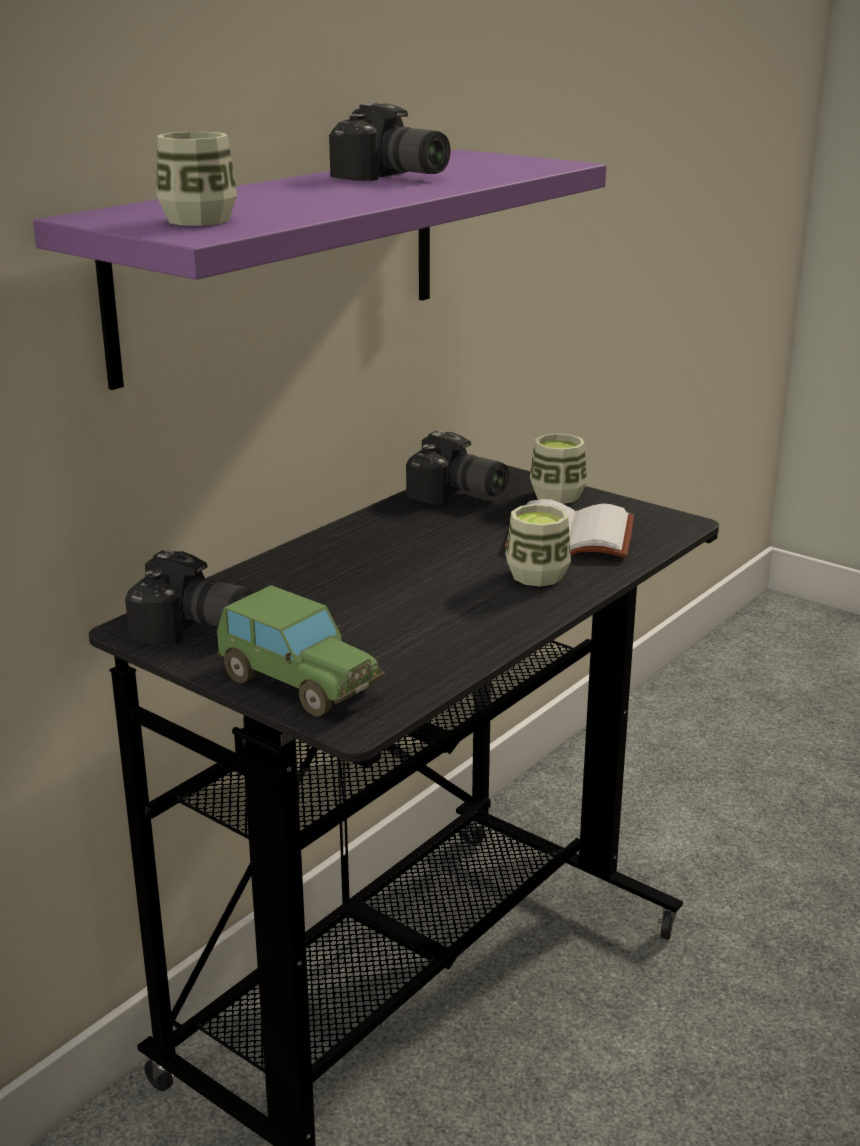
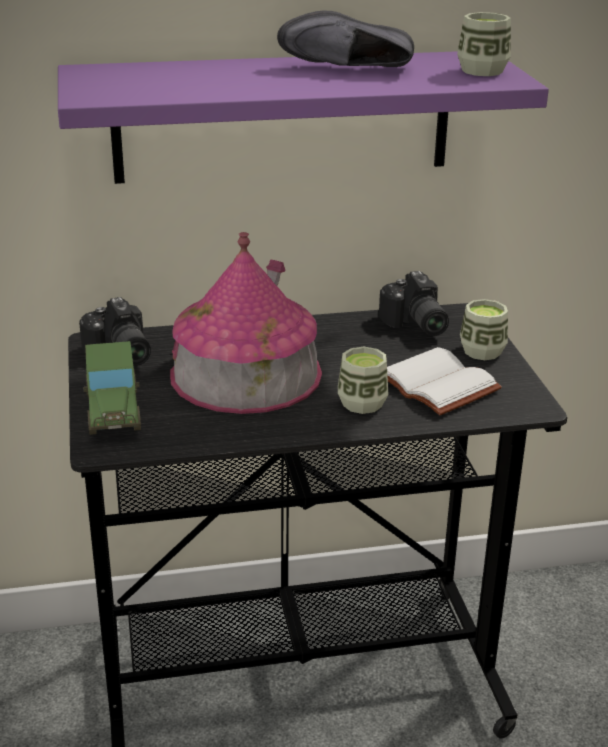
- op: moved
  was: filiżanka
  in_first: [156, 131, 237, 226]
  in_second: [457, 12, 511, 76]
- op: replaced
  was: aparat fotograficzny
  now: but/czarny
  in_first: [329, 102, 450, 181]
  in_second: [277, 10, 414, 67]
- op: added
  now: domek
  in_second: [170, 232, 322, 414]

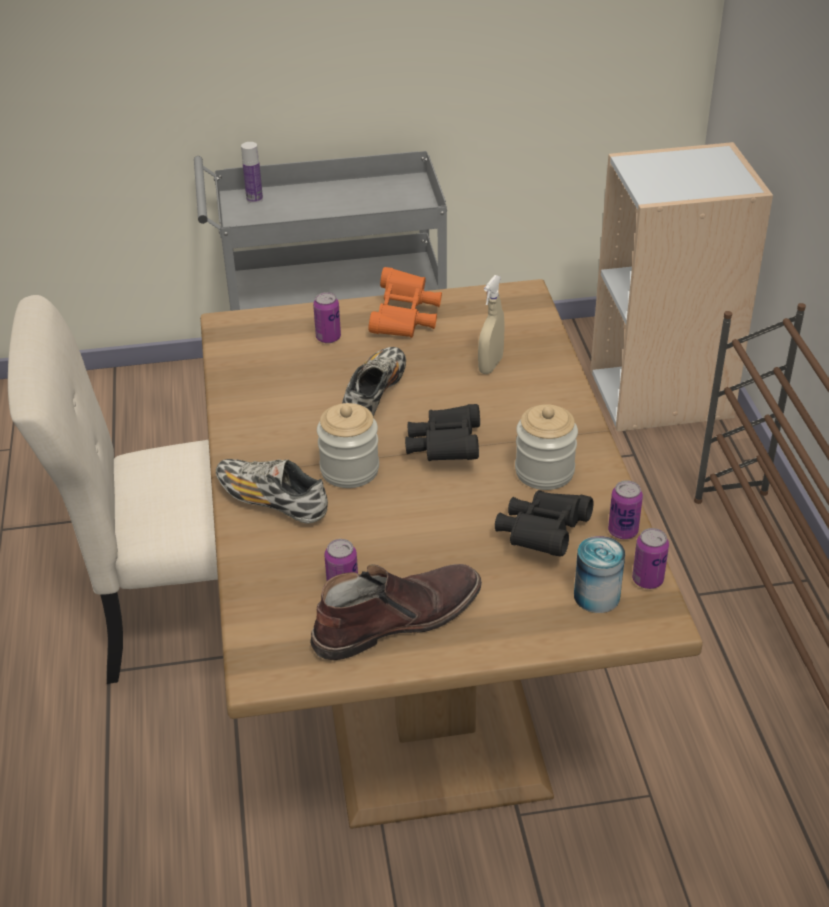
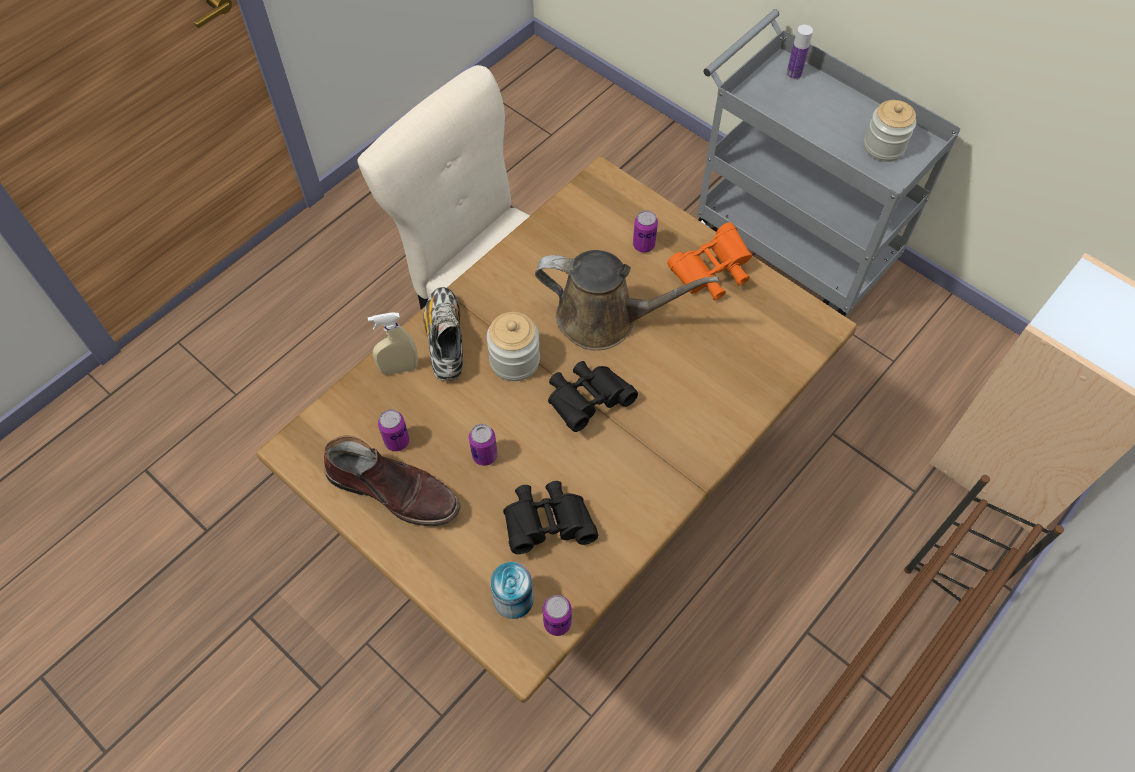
- op: replaced
  was: but
  now: konewka/brązowy
  in_first: [342, 347, 406, 417]
  in_second: [535, 250, 719, 351]
- op: moved
  was: spryskiwacz/beżowy
  in_first: [478, 275, 505, 374]
  in_second: [368, 312, 418, 375]
- op: moved
  was: słoik
  in_first: [515, 404, 578, 490]
  in_second: [864, 100, 916, 162]
- op: moved
  was: puszka
  in_first: [608, 480, 643, 539]
  in_second: [469, 424, 498, 466]

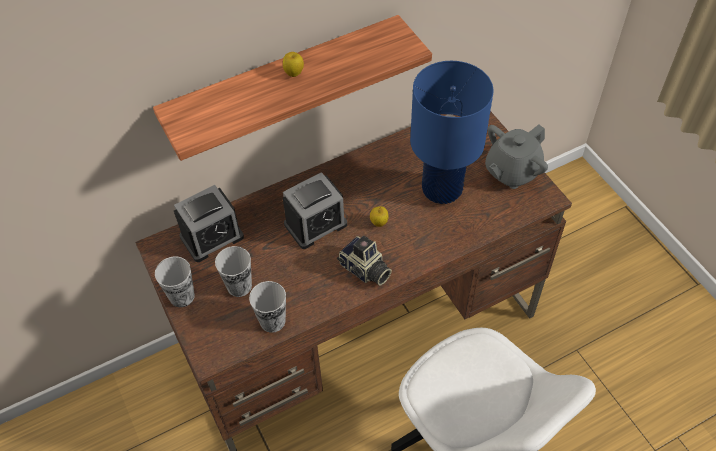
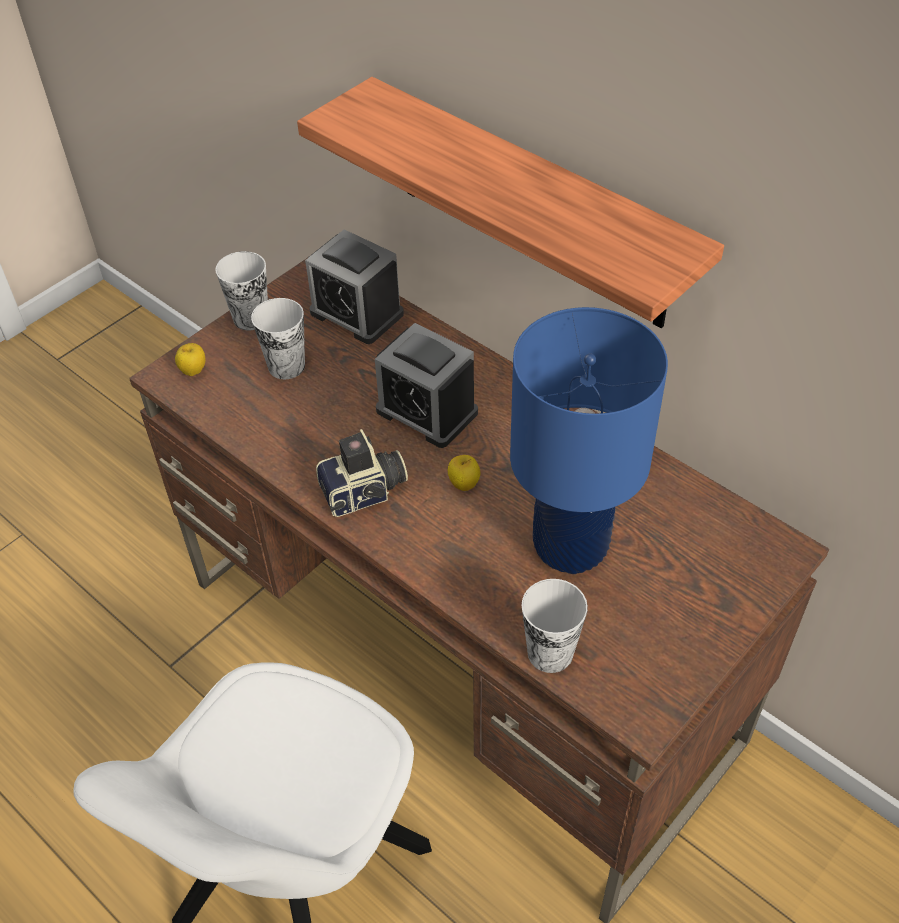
- op: moved
  was: filiżanka
  in_first: [249, 281, 286, 333]
  in_second: [522, 579, 588, 673]
- op: moved
  was: jabłko
  in_first: [283, 52, 304, 77]
  in_second: [175, 343, 205, 376]
- op: turned
  was: aparat fotograficzny
  in_first: [337, 235, 392, 286]
  in_second: [316, 429, 408, 517]
  clockwise: -135
- op: removed
  was: imbryk/szary
  in_first: [485, 124, 548, 189]

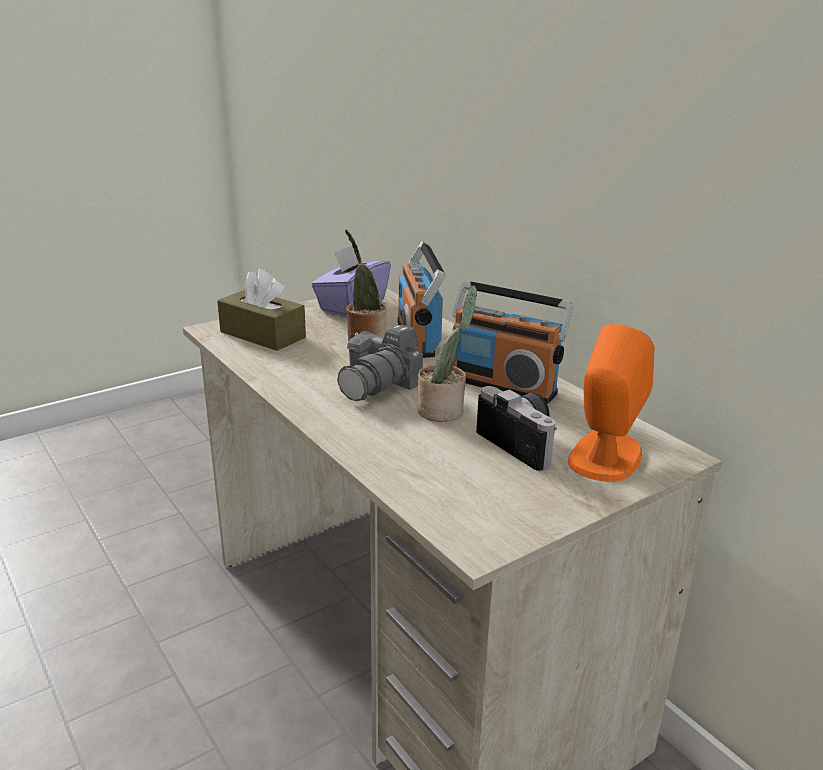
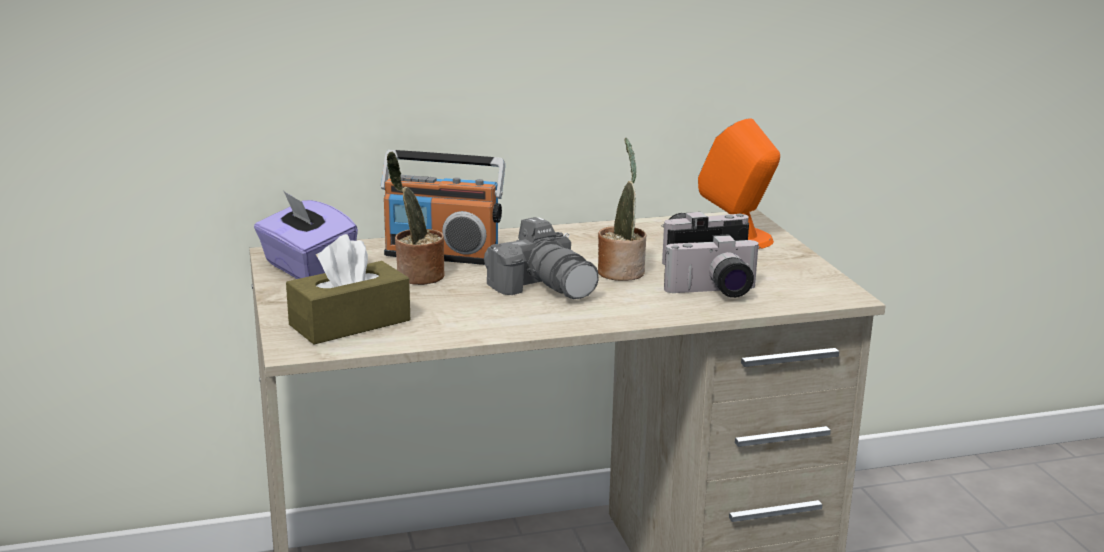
- op: removed
  was: radio
  in_first: [452, 280, 573, 404]
- op: added
  now: aparat fotograficzny
  in_second: [664, 234, 761, 298]

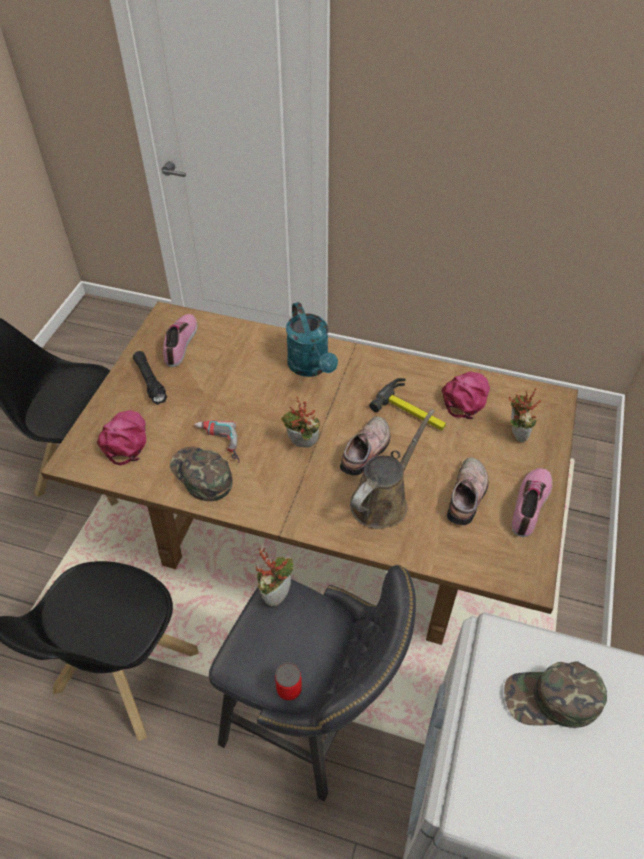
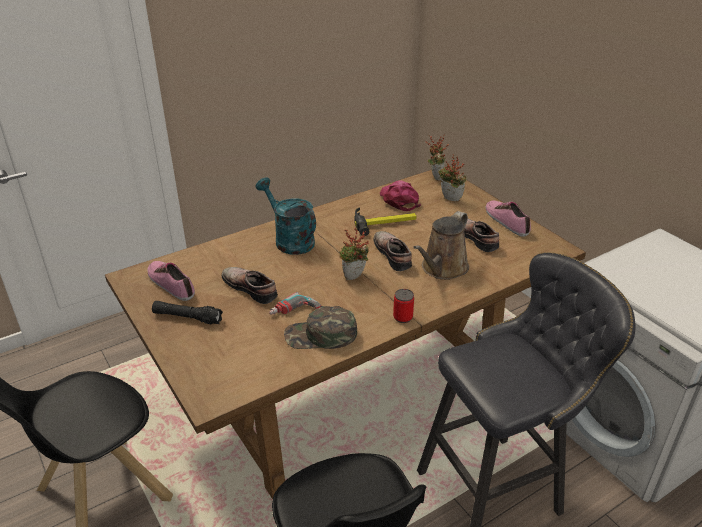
- op: removed
  was: czapka z daszkiem/różowy
  in_first: [97, 410, 146, 465]
- op: moved
  was: roślina doniczkowa
  in_first: [256, 548, 293, 606]
  in_second: [425, 135, 449, 181]
- op: moved
  was: puszka
  in_first: [275, 662, 302, 700]
  in_second: [393, 289, 414, 323]
- op: turned
  was: konewka/turkusowy
  in_first: [286, 302, 338, 377]
  in_second: [256, 177, 316, 255]
  clockwise: -150
- op: turned
  was: konewka/brązowy
  in_first: [350, 409, 435, 529]
  in_second: [413, 211, 469, 280]
  clockwise: -135
- op: removed
  was: czapka z daszkiem/zielony
  in_first: [504, 661, 607, 728]
- op: added
  now: but
  in_second: [222, 267, 278, 304]

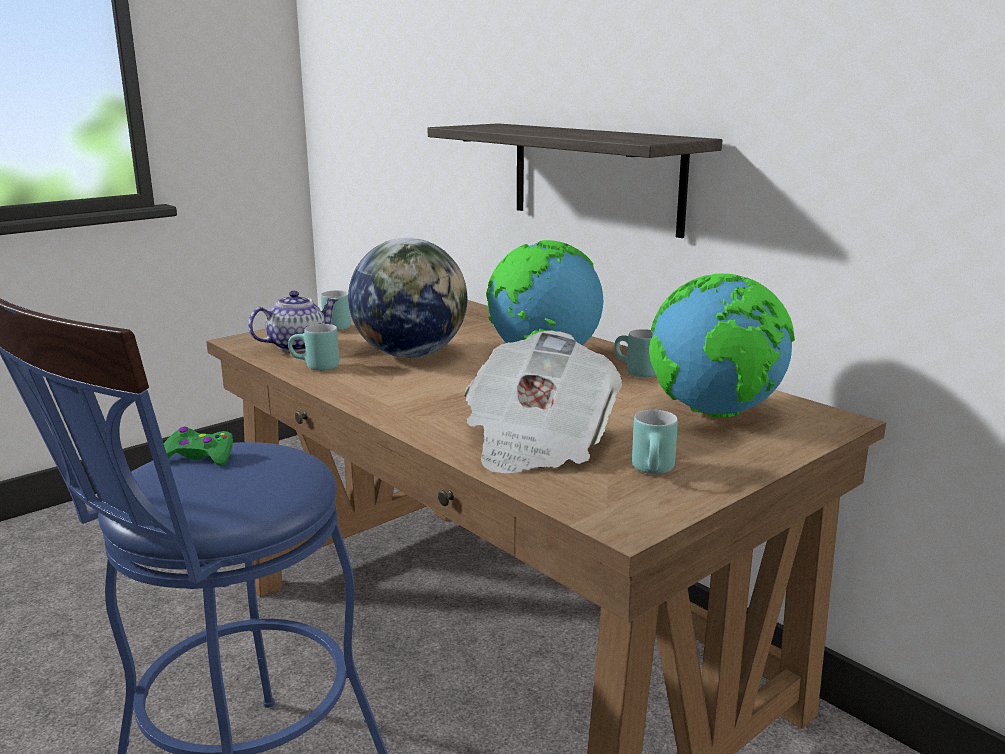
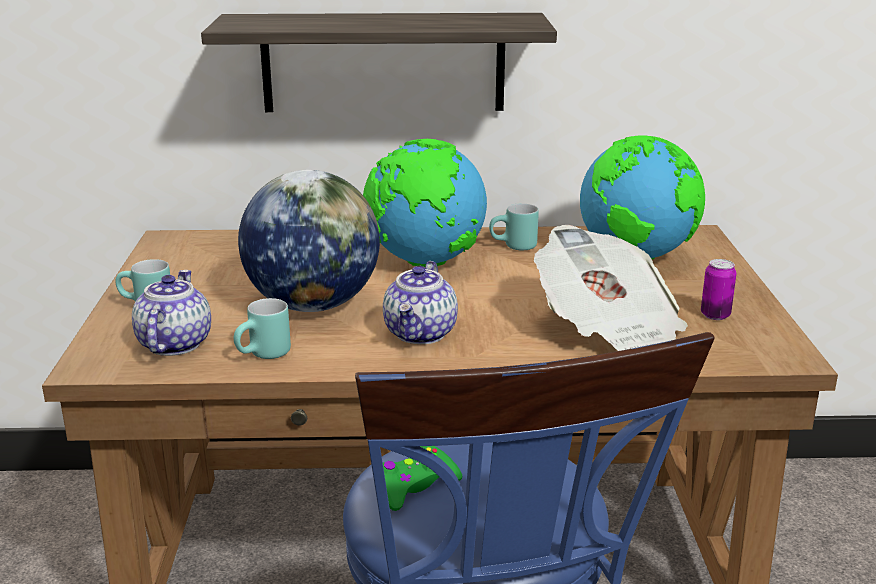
- op: replaced
  was: kubek/turkusowy
  now: puszka
  in_first: [632, 410, 678, 474]
  in_second: [701, 259, 737, 320]
- op: added
  now: imbryk
  in_second: [383, 261, 458, 344]

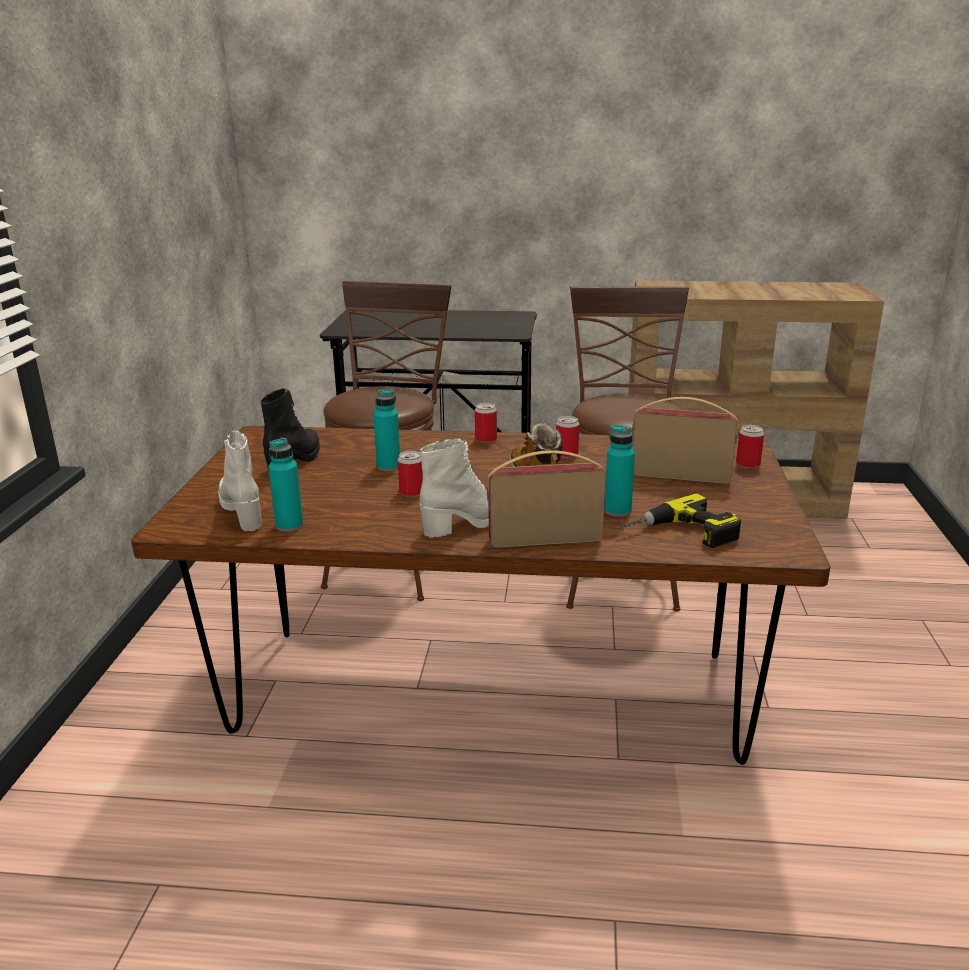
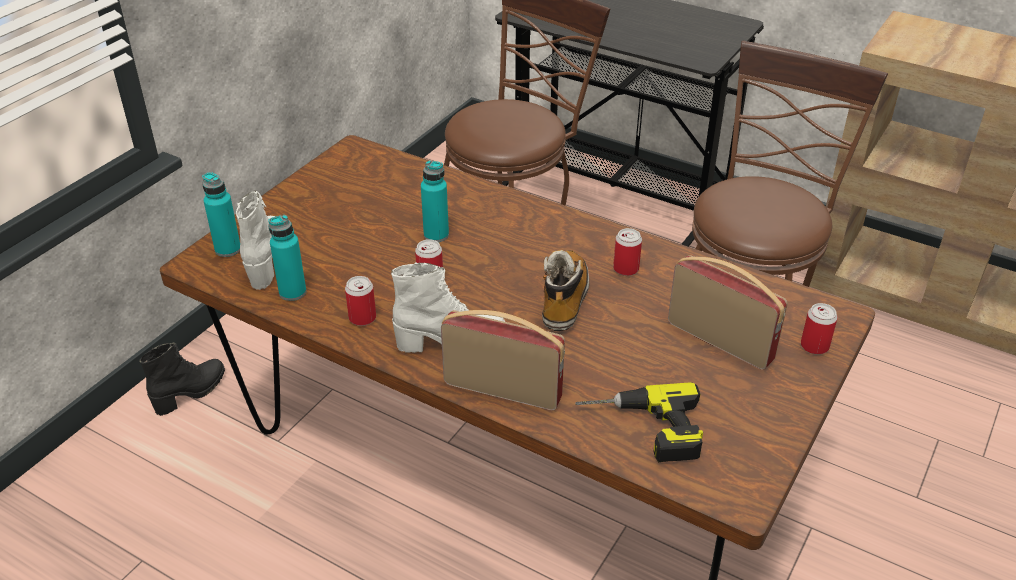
- op: moved
  was: but z cholewką/czarny
  in_first: [261, 388, 320, 470]
  in_second: [139, 342, 225, 416]
- op: moved
  was: puszka
  in_first: [475, 403, 497, 443]
  in_second: [345, 276, 376, 326]
- op: moved
  was: butelka/turkusowy
  in_first: [604, 425, 635, 517]
  in_second: [202, 172, 240, 257]

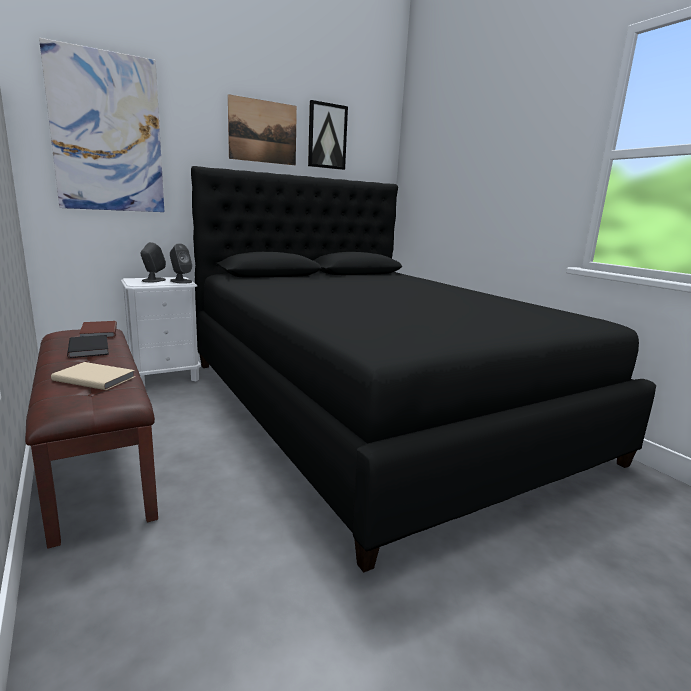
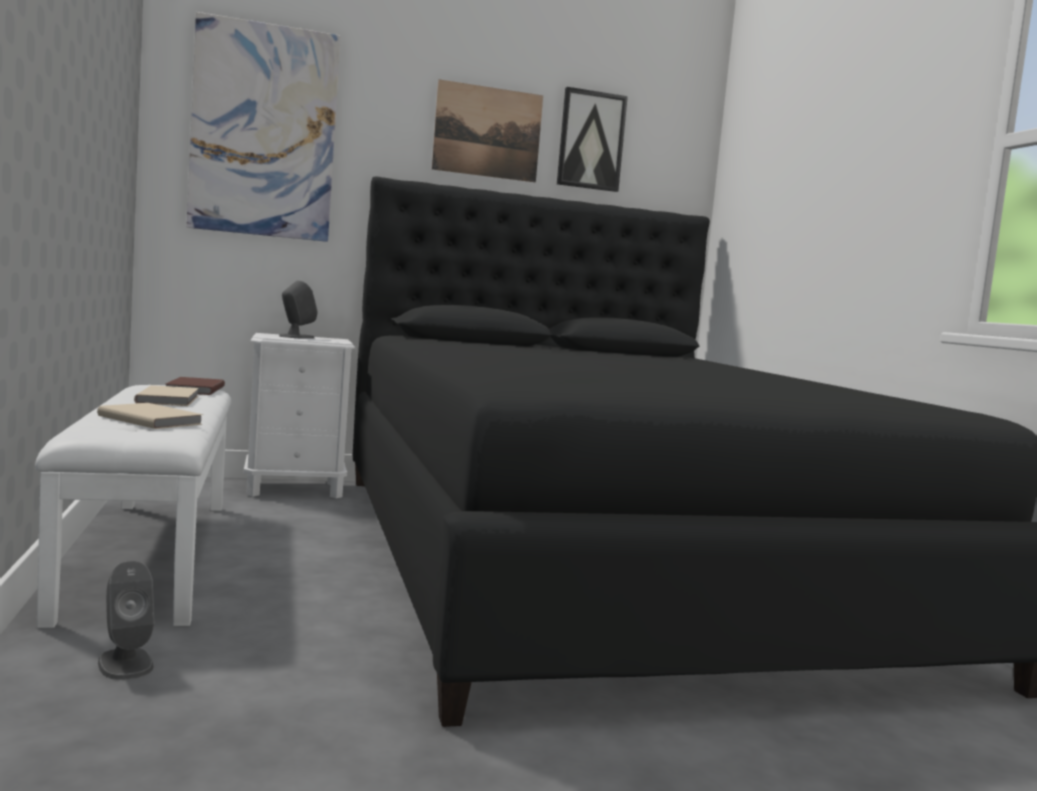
- op: recoloured
  was: ławka/brązowy
  now: ławka/biały
  in_first: [25, 329, 158, 549]
  in_second: [35, 385, 231, 628]
- op: recoloured
  was: książka/czarny
  now: książka/beżowy
  in_first: [67, 335, 109, 358]
  in_second: [134, 385, 199, 406]
- op: moved
  was: głośnik/szary
  in_first: [170, 243, 192, 284]
  in_second: [98, 561, 154, 680]

